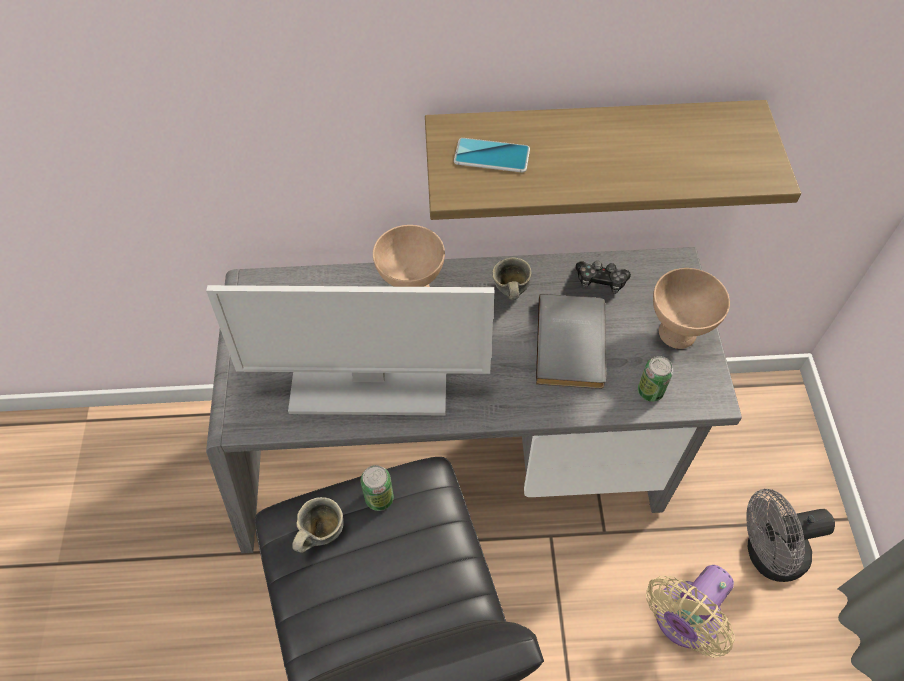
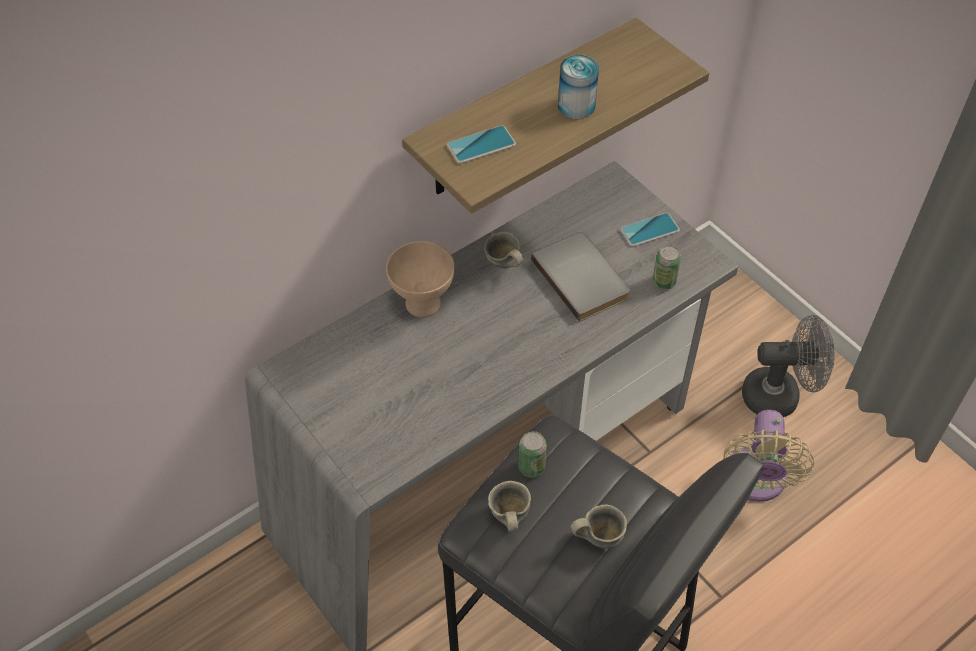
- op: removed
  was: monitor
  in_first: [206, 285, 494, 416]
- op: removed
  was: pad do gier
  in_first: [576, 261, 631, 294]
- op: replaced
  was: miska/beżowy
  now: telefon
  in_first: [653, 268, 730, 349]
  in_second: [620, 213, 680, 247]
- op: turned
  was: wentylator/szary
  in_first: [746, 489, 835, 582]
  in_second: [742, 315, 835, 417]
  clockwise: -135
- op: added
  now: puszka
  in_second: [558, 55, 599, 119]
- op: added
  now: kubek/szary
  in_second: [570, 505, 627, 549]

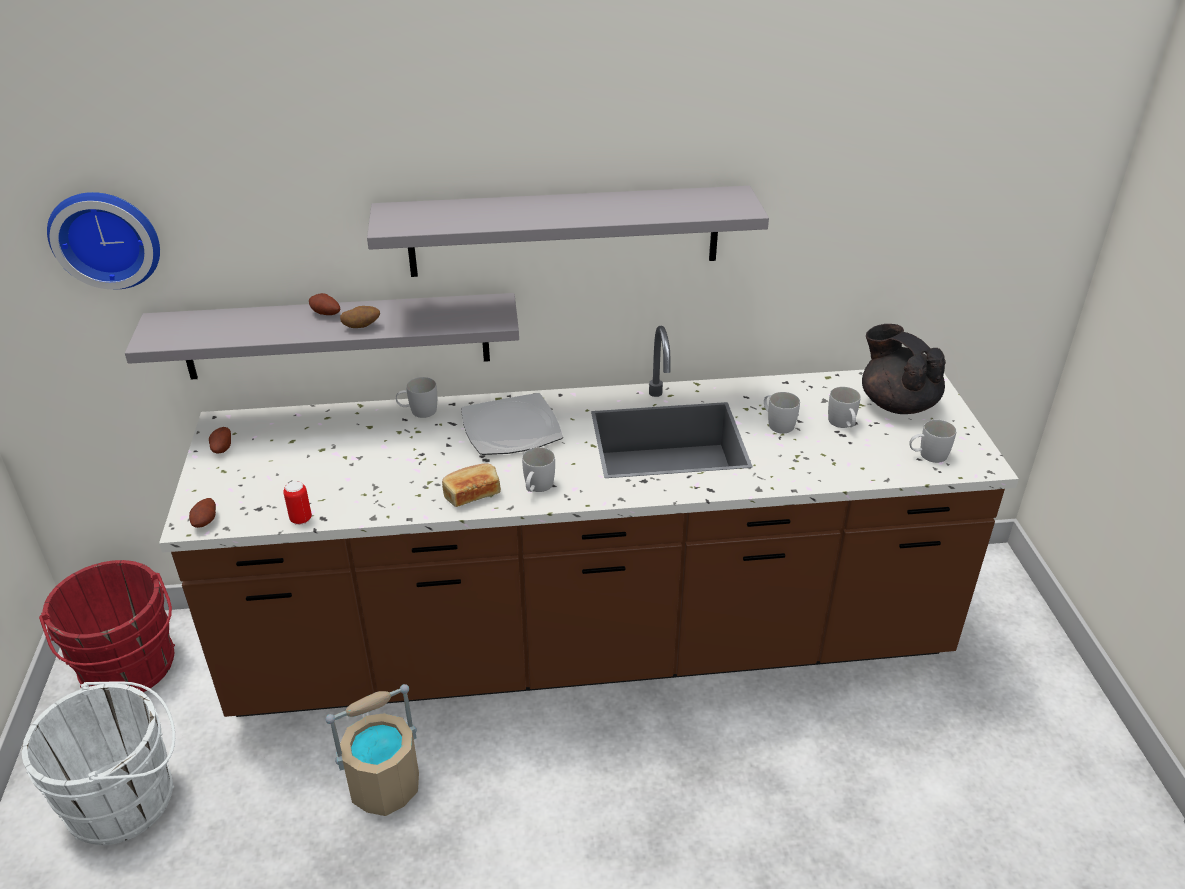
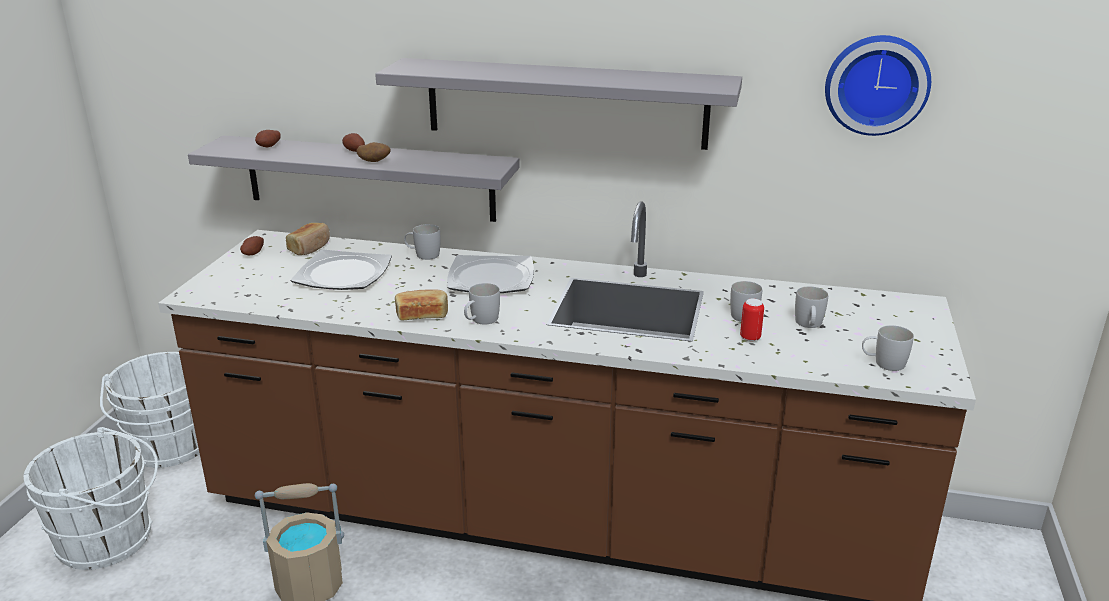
- op: recoloured
  was: wiadro/czerwony
  now: wiadro/biały
  in_first: [39, 560, 175, 692]
  in_second: [100, 352, 200, 468]
- op: moved
  was: zegar ścienny
  in_first: [47, 192, 160, 289]
  in_second: [825, 35, 931, 136]
- op: moved
  was: ziemniak
  in_first: [189, 498, 216, 528]
  in_second: [255, 130, 281, 147]
- op: moved
  was: puszka
  in_first: [283, 481, 312, 525]
  in_second: [740, 299, 764, 341]
- op: removed
  was: imbryk/czarny
  in_first: [862, 324, 946, 414]
- op: added
  now: chleb
  in_second: [286, 223, 330, 255]
- op: added
  now: talerz
  in_second: [291, 249, 392, 290]

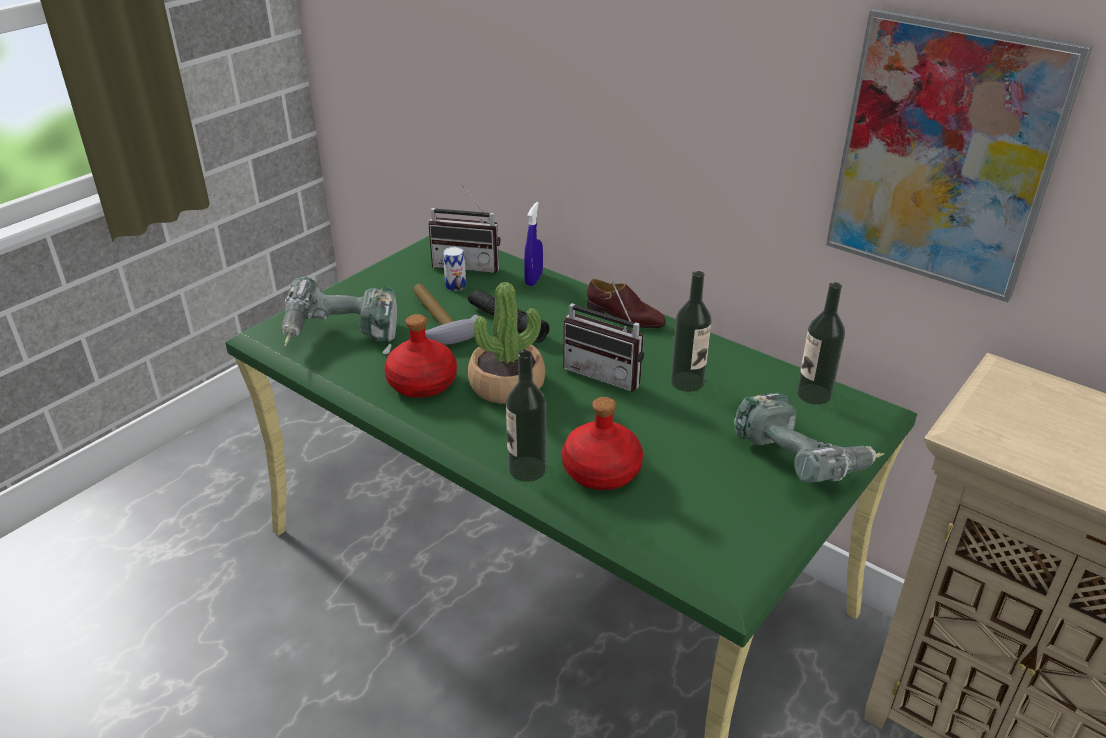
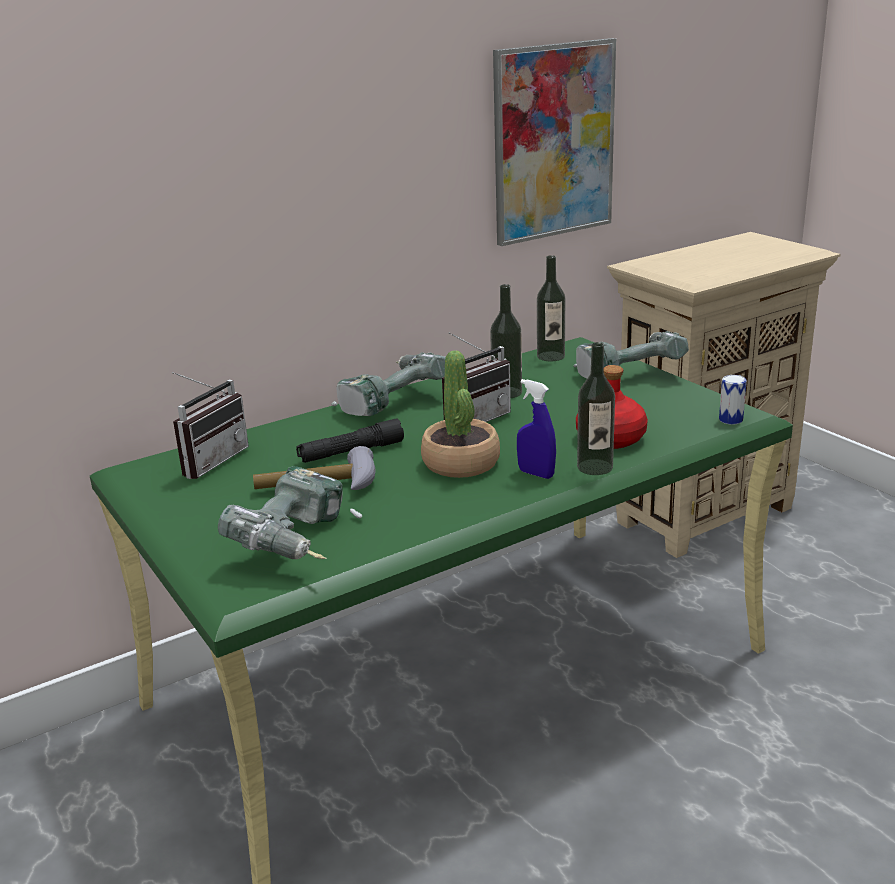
- op: removed
  was: butelka/czerwony
  in_first: [384, 314, 457, 398]
- op: moved
  was: puszka
  in_first: [443, 247, 466, 291]
  in_second: [719, 375, 747, 425]
- op: moved
  was: spryskiwacz/niebieski
  in_first: [524, 202, 543, 286]
  in_second: [517, 379, 556, 479]
- op: replaced
  was: but/brązowy
  now: wiertarka
  in_first: [587, 279, 666, 328]
  in_second: [331, 352, 446, 416]

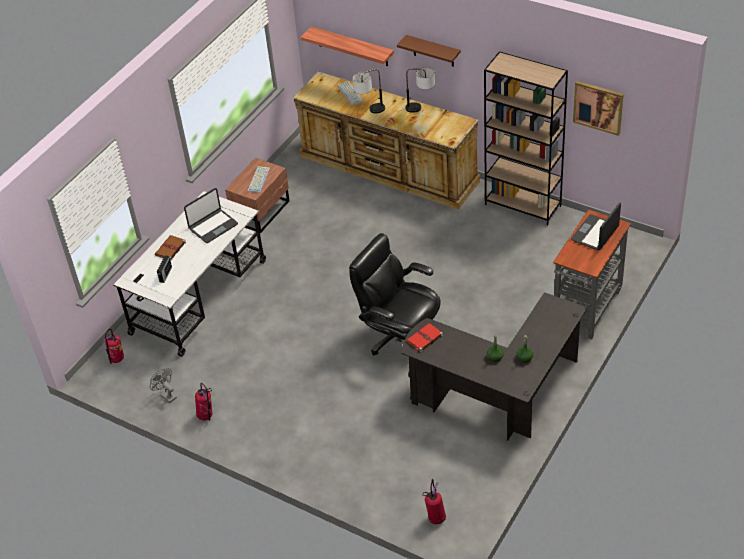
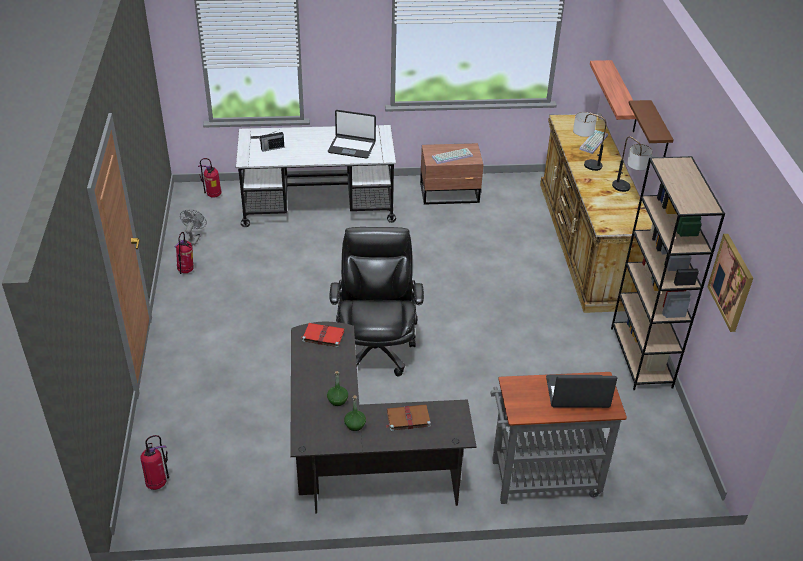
- op: moved
  was: książka/brązowy
  in_first: [155, 235, 186, 261]
  in_second: [386, 405, 431, 431]

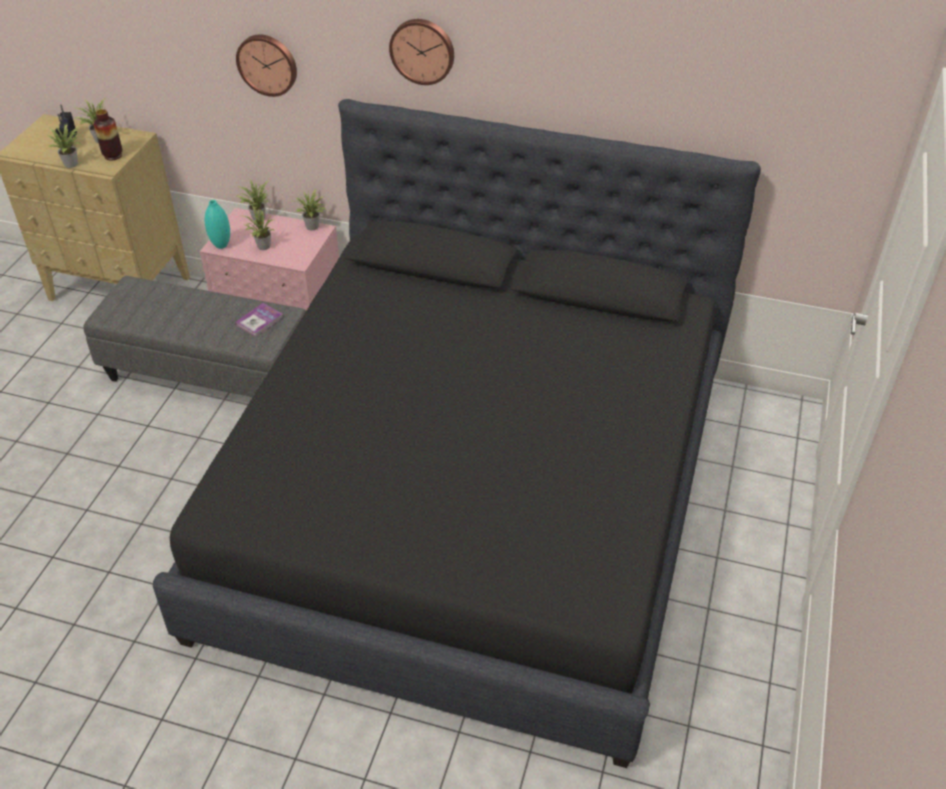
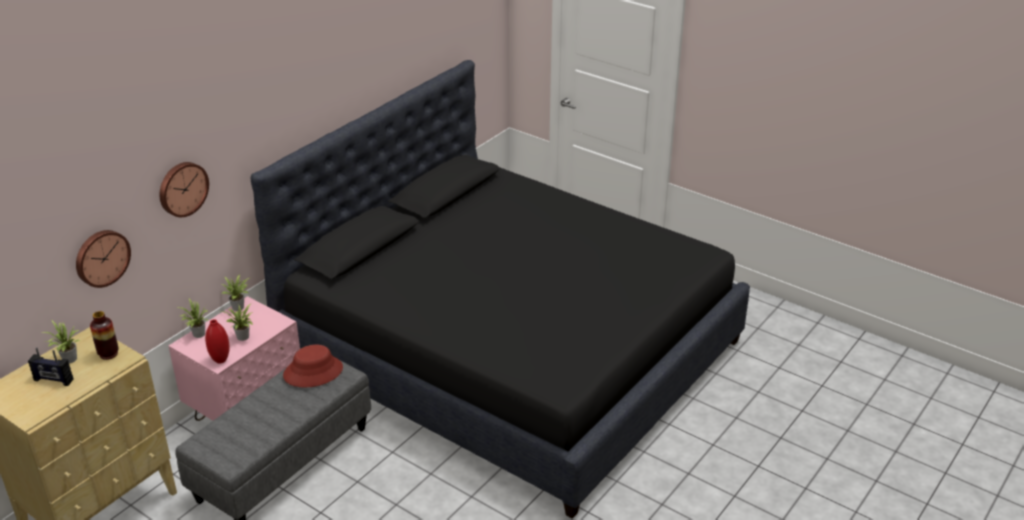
- op: removed
  was: roślina doniczkowa
  in_first: [47, 124, 80, 168]
- op: recoloured
  was: wazon/turkusowy
  now: wazon/czerwony
  in_first: [204, 200, 230, 249]
  in_second: [205, 319, 230, 364]
- op: replaced
  was: książka
  now: kapelusz/czerwony
  in_first: [235, 303, 283, 337]
  in_second: [283, 345, 343, 388]
- op: moved
  was: zegar ścienny
  in_first: [389, 19, 454, 85]
  in_second: [76, 230, 131, 288]

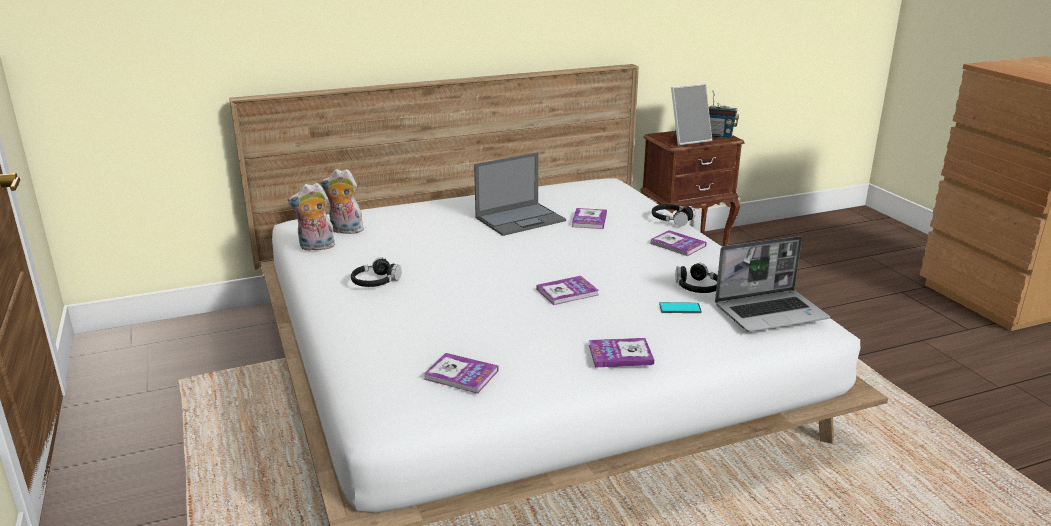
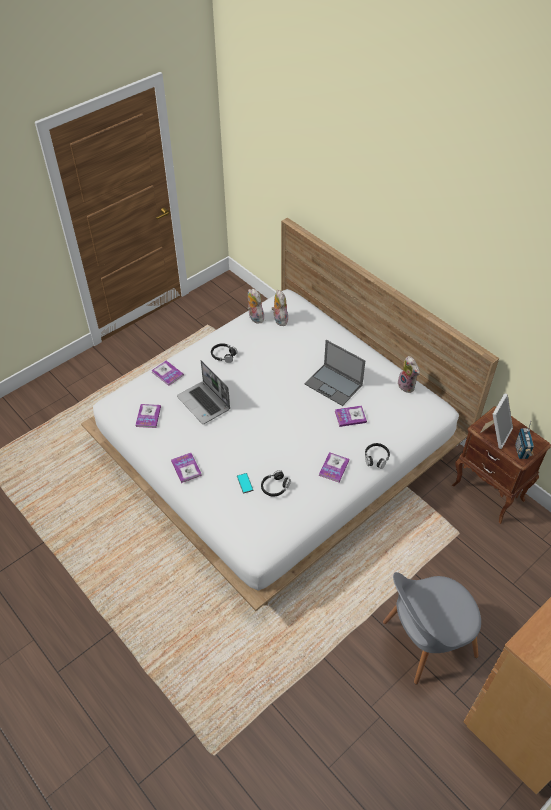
- op: moved
  was: książka
  in_first: [536, 276, 599, 305]
  in_second: [151, 361, 184, 386]
- op: turned
  was: ramka na zdjęcie
  in_first: [671, 84, 712, 145]
  in_second: [480, 393, 513, 449]
  clockwise: -105
- op: moved
  was: laptop
  in_first: [715, 236, 830, 332]
  in_second: [177, 360, 230, 424]
- op: added
  now: krzesło/szary
  in_second: [383, 572, 481, 685]
- op: added
  now: pluszak
  in_second: [398, 356, 420, 393]

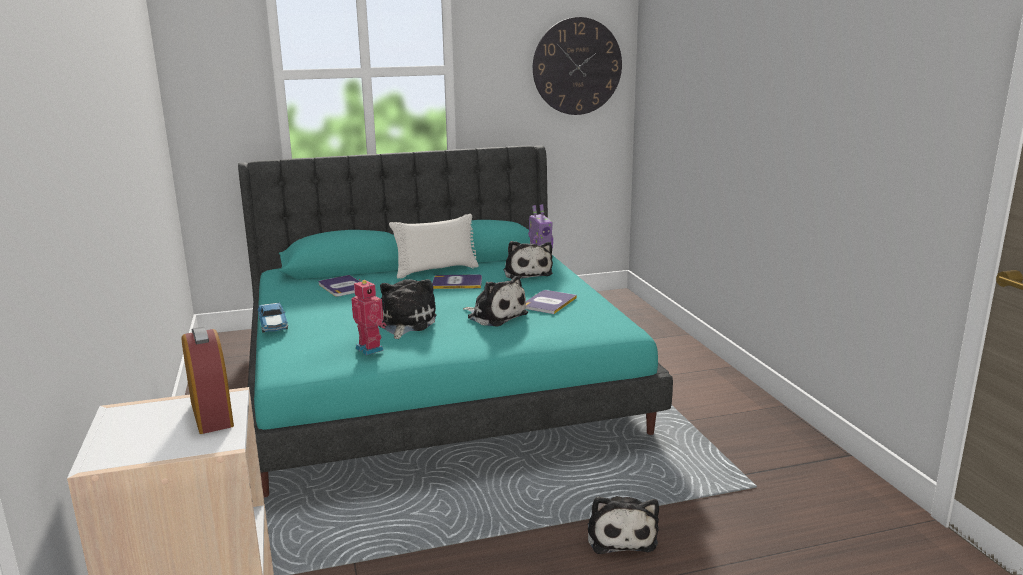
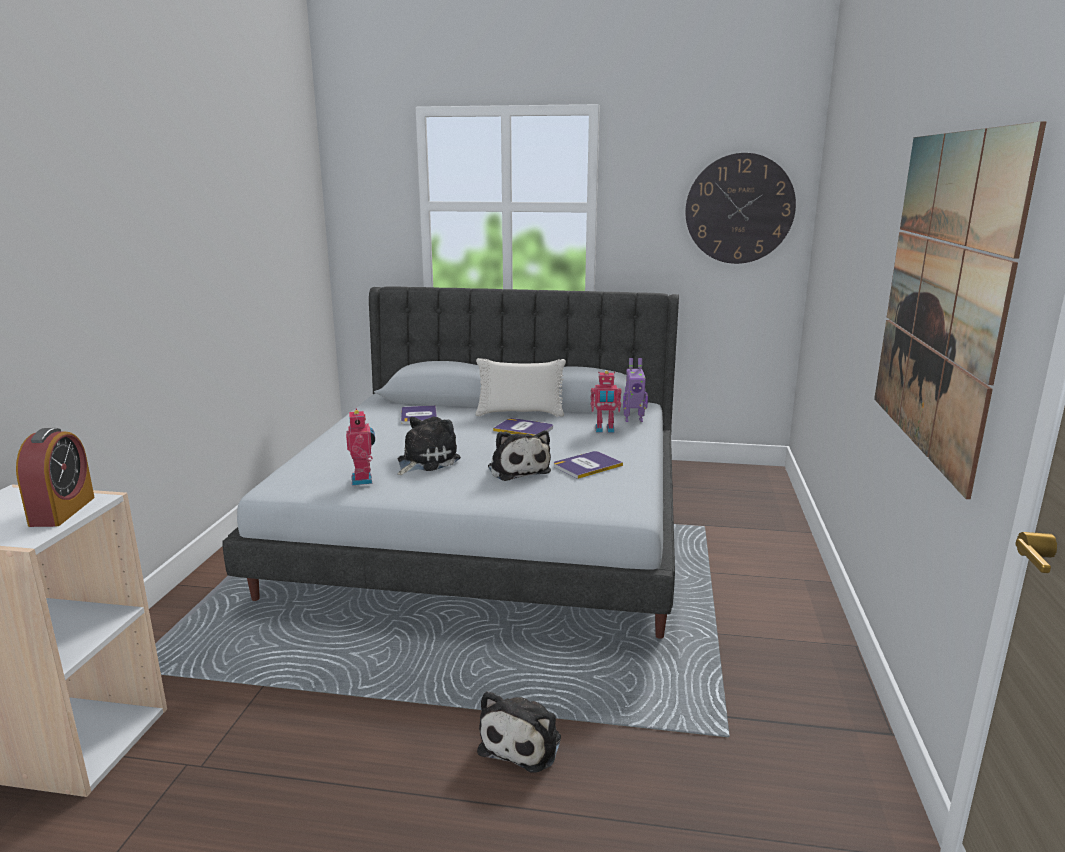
- op: recoloured
  was: łóżko/turkusowy
  now: łóżko/szary
  in_first: [238, 145, 673, 498]
  in_second: [222, 286, 679, 639]
- op: removed
  was: samochodzik
  in_first: [258, 303, 288, 333]
- op: replaced
  was: pluszak
  now: robot zabawkowy
  in_first: [503, 241, 553, 279]
  in_second: [591, 371, 622, 433]
- op: added
  now: obraz
  in_second: [874, 121, 1046, 499]

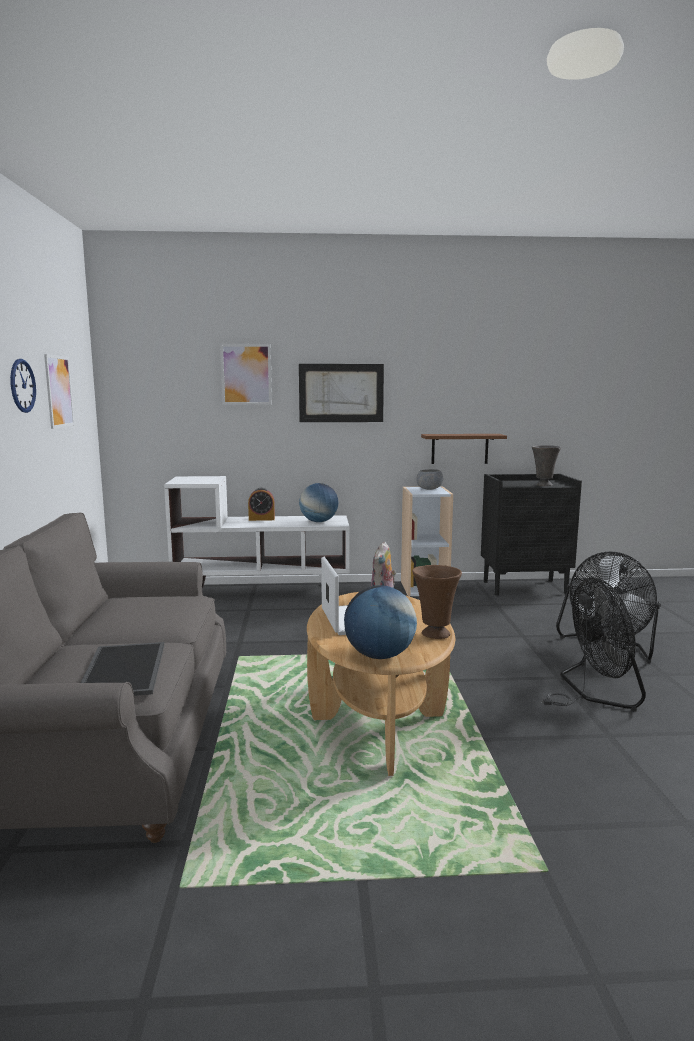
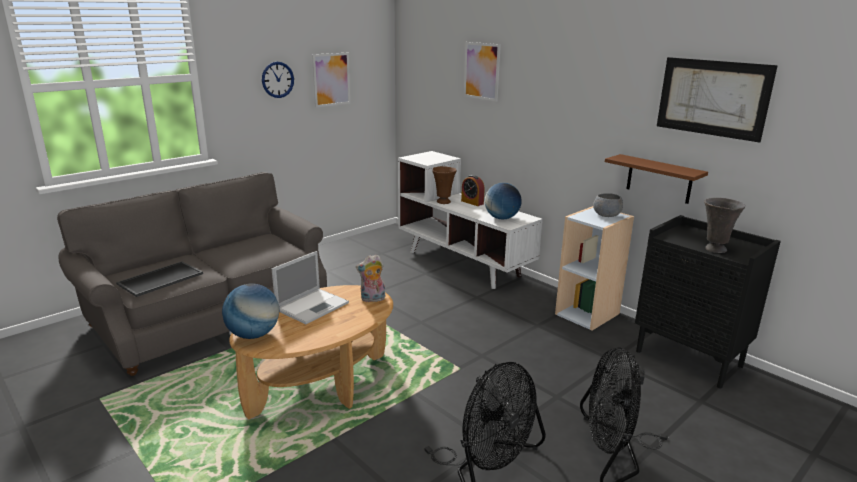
- op: moved
  was: obraz
  in_first: [299, 364, 384, 422]
  in_second: [657, 57, 778, 143]
- op: moved
  was: wazon/brązowy
  in_first: [412, 565, 462, 639]
  in_second: [432, 166, 457, 204]

